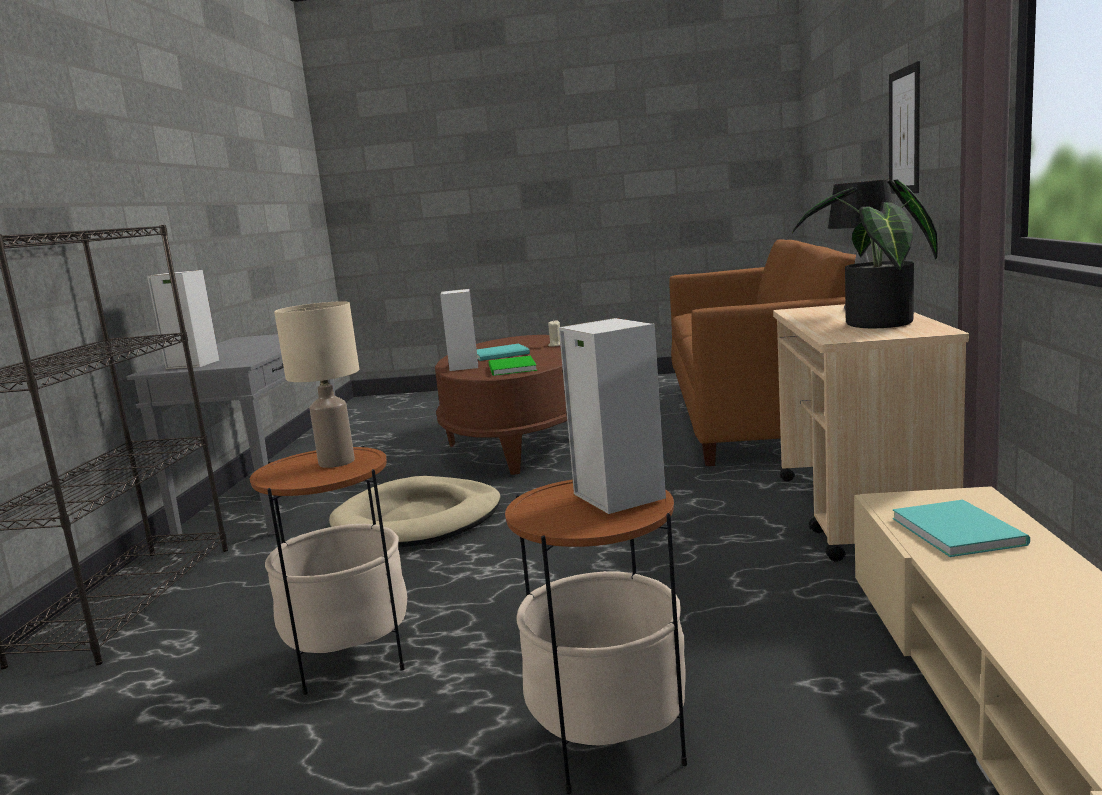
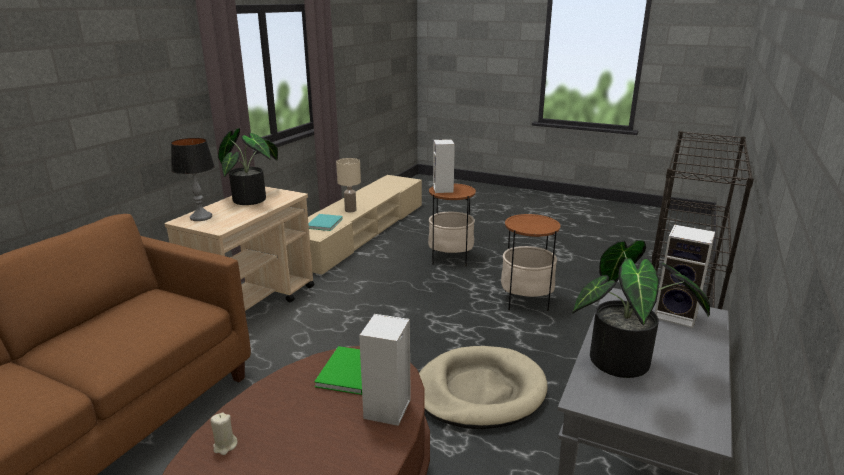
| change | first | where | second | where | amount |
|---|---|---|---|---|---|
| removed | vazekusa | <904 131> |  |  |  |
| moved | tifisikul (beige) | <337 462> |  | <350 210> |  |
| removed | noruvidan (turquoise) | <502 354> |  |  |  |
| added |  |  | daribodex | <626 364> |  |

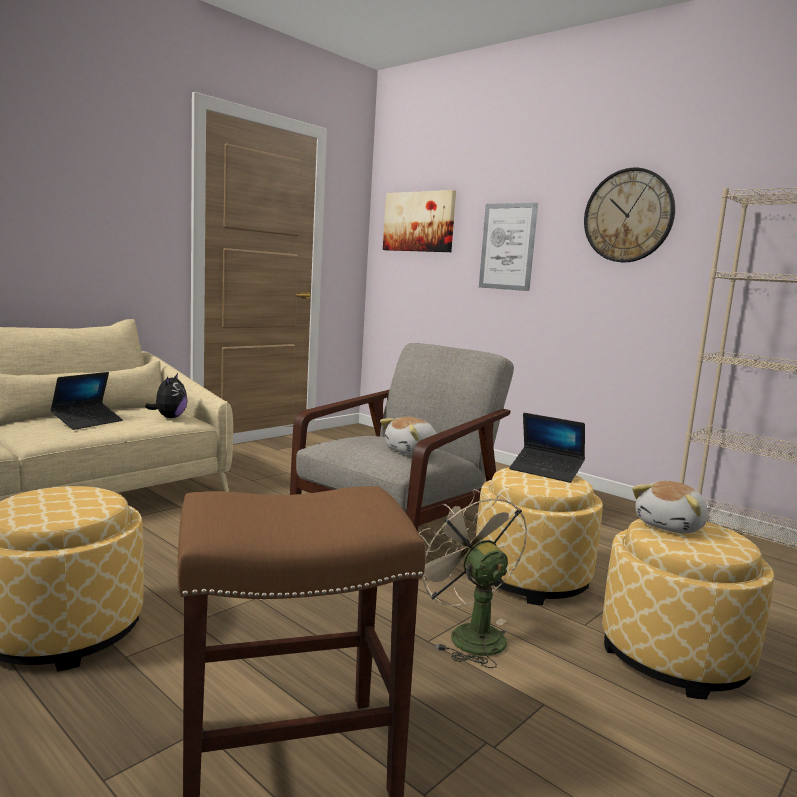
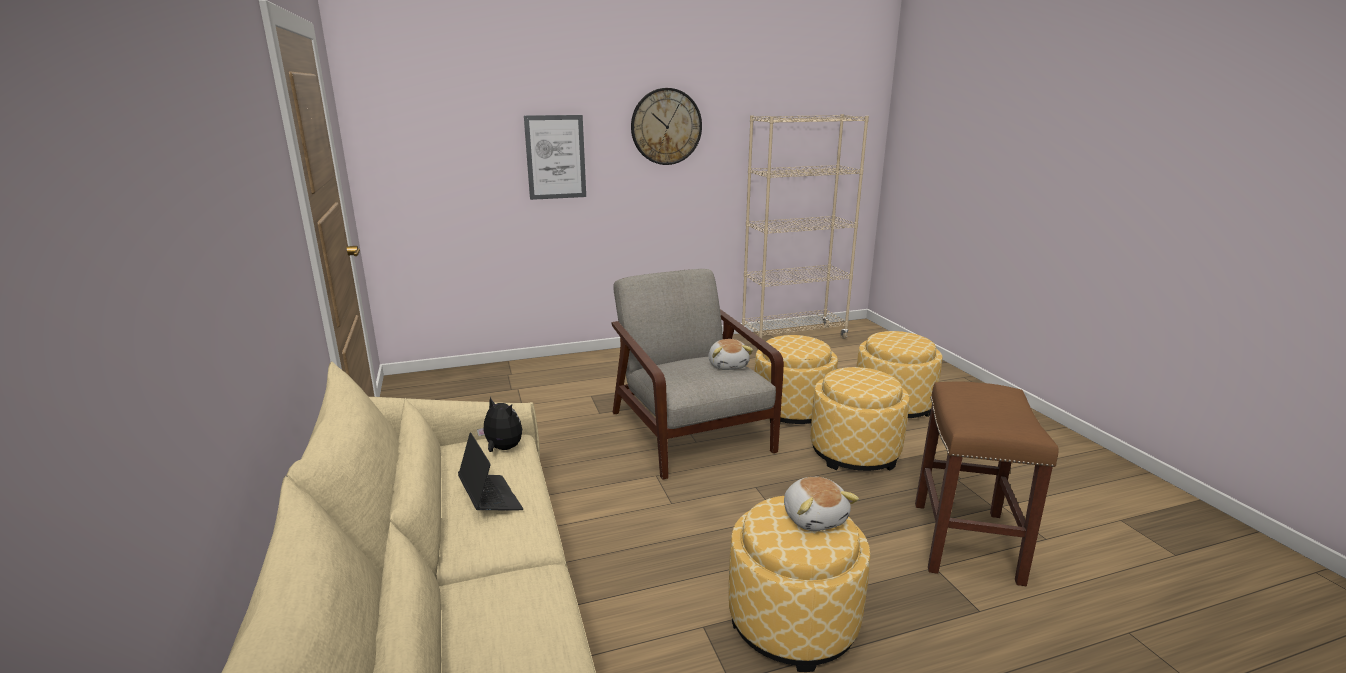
| change | first | where | second | where | amount |
|---|---|---|---|---|---|
| removed | vazekusa | <419 222> |  |  |  |
| removed | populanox | <546 471> |  |  |  |
| moved | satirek | <671 526> |  | <815 517> |  |
| replaced | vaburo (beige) | <468 634> | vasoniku | <854 452> |  |

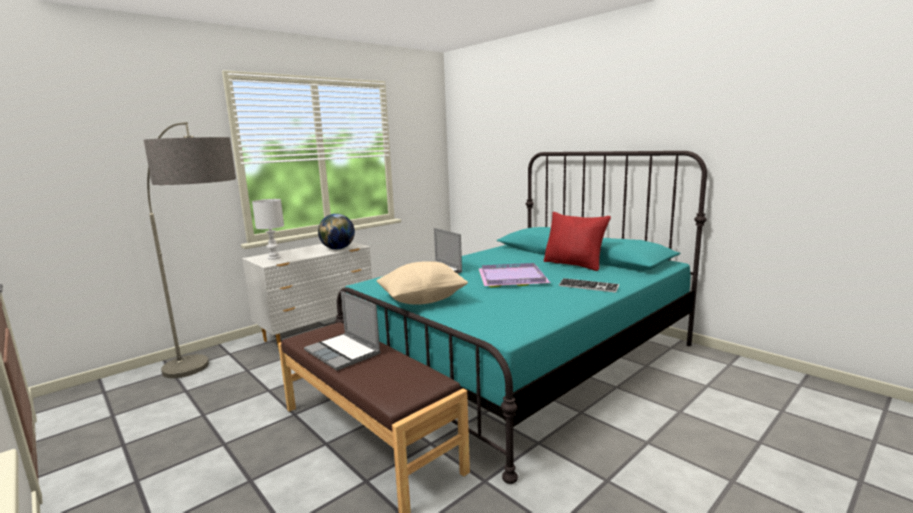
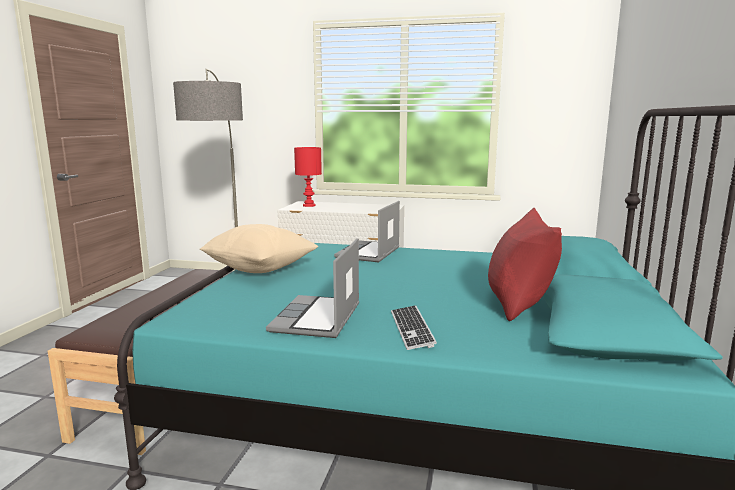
| change | first | where | second | where | amount |
|---|---|---|---|---|---|
| recoloured | tifisikul (white) | <274 257> | tifisikul (red) | <309 205> |  |
| removed | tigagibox | <338 249> |  |  |  |
| removed | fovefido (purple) | <513 277> |  |  |  |
| moved | populanox | <344 352> |  | <317 319> |  |

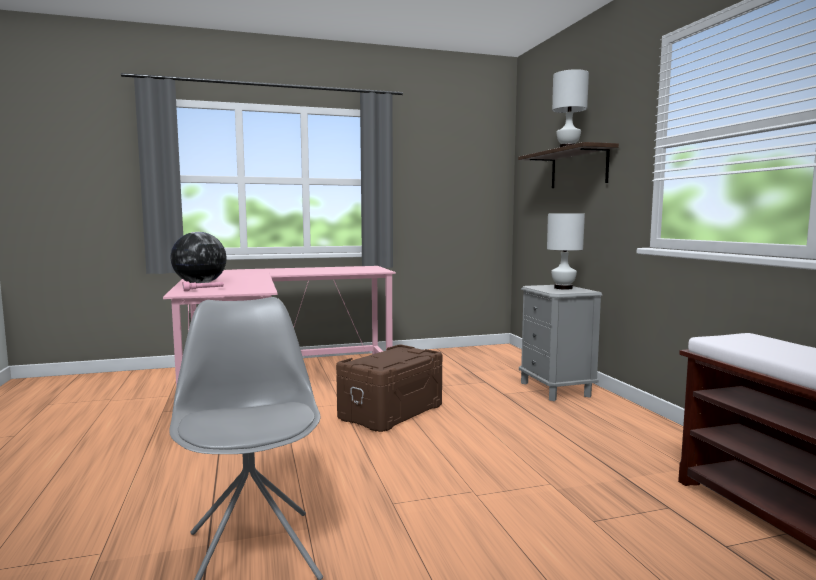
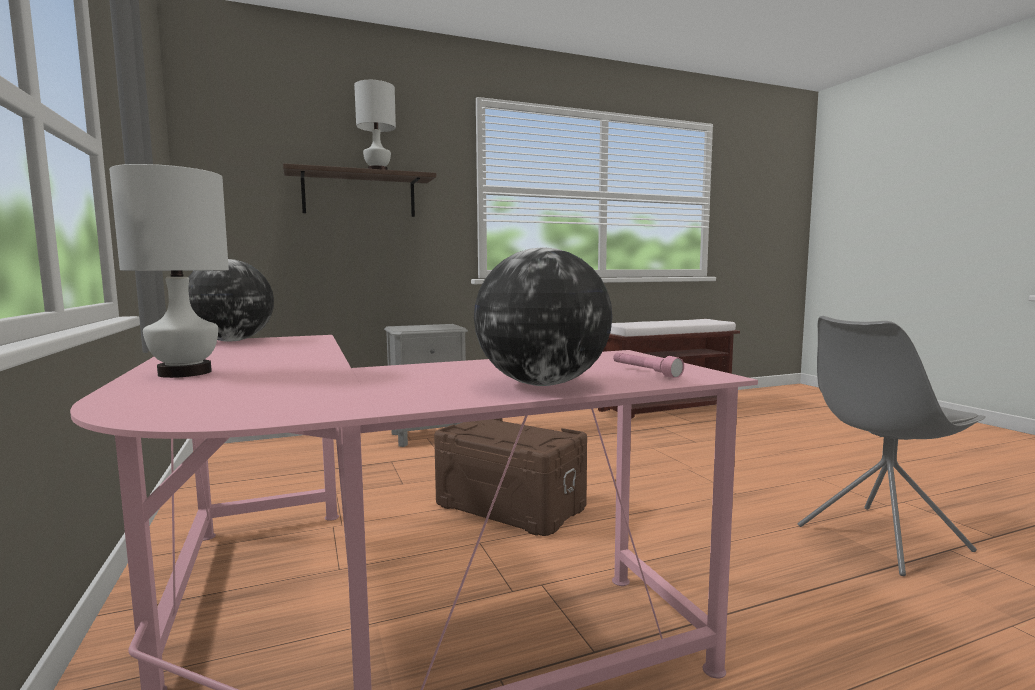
| change | first | where | second | where | amount |
|---|---|---|---|---|---|
| moved | tifisikul (white) | <563 288> |  | <186 373> |  |
| added |  |  | tigagibox | <232 341> |  |

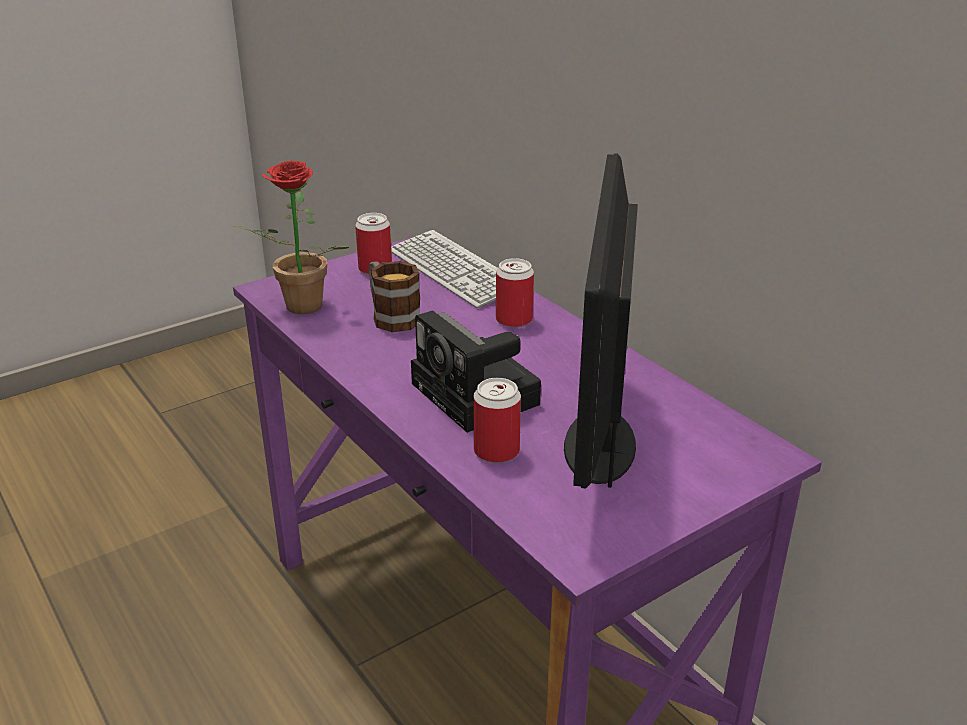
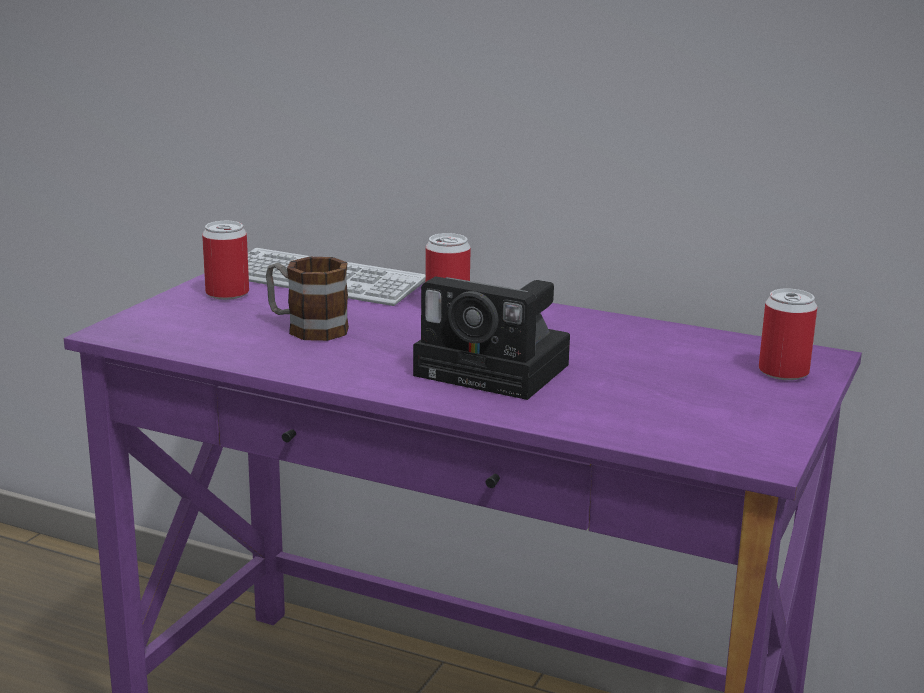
| change | first | where | second | where | amount |
|---|---|---|---|---|---|
| removed | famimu | <598 444> |  |  |  |
| removed | daribodex | <298 309> |  |  |  |
| moved | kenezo | <496 451> |  | <783 372> |  |

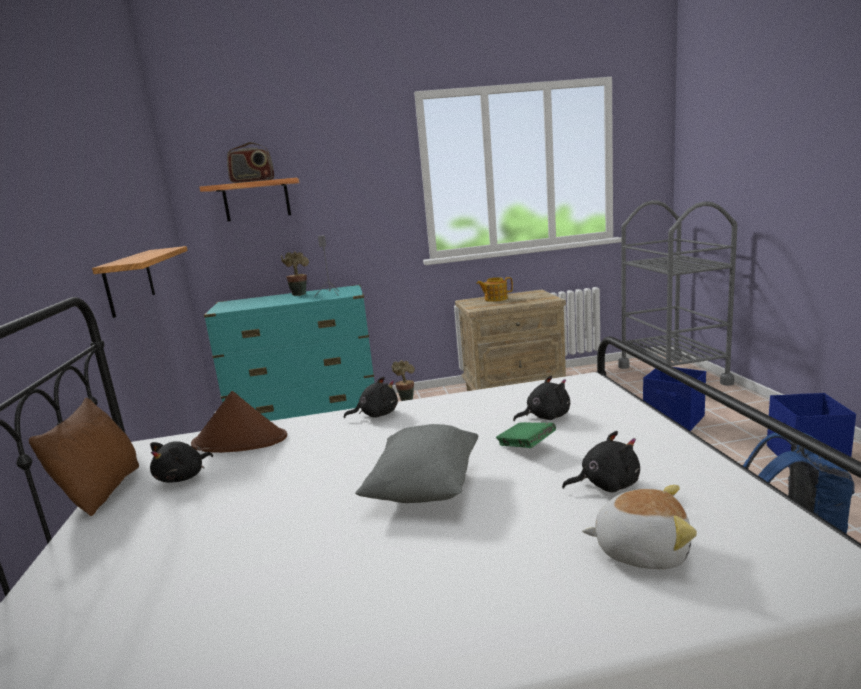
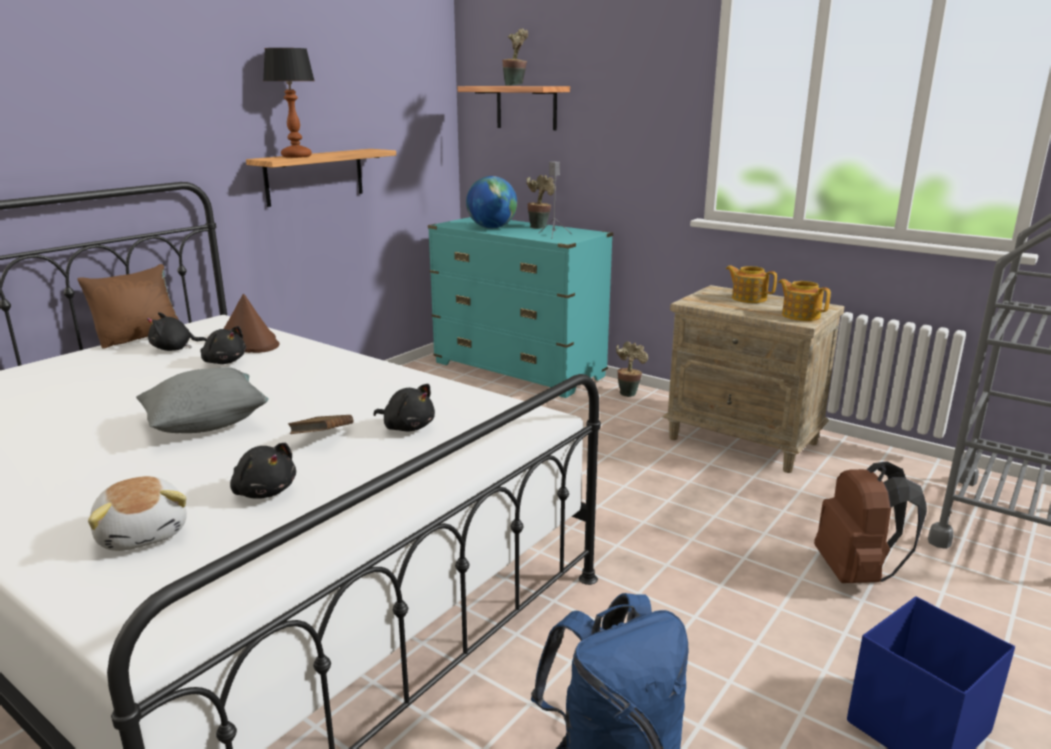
| change | first | where | second | where | amount |
|---|---|---|---|---|---|
| replaced | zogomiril | <252 181> | daribodex | <515 85> |  |
| replaced | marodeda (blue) | <674 420> | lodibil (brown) | <856 573> |  |
| moved | satirek (black) | <376 415> |  | <224 362> |  |
| recoloured | noruvidan (green) | <526 447> | noruvidan (brown) | <322 438> |  |
| added |  |  | tifisikul | <297 156> |  |
| added |  |  | tigagibox | <491 228> |  |
| added |  |  | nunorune | <800 315> |  |

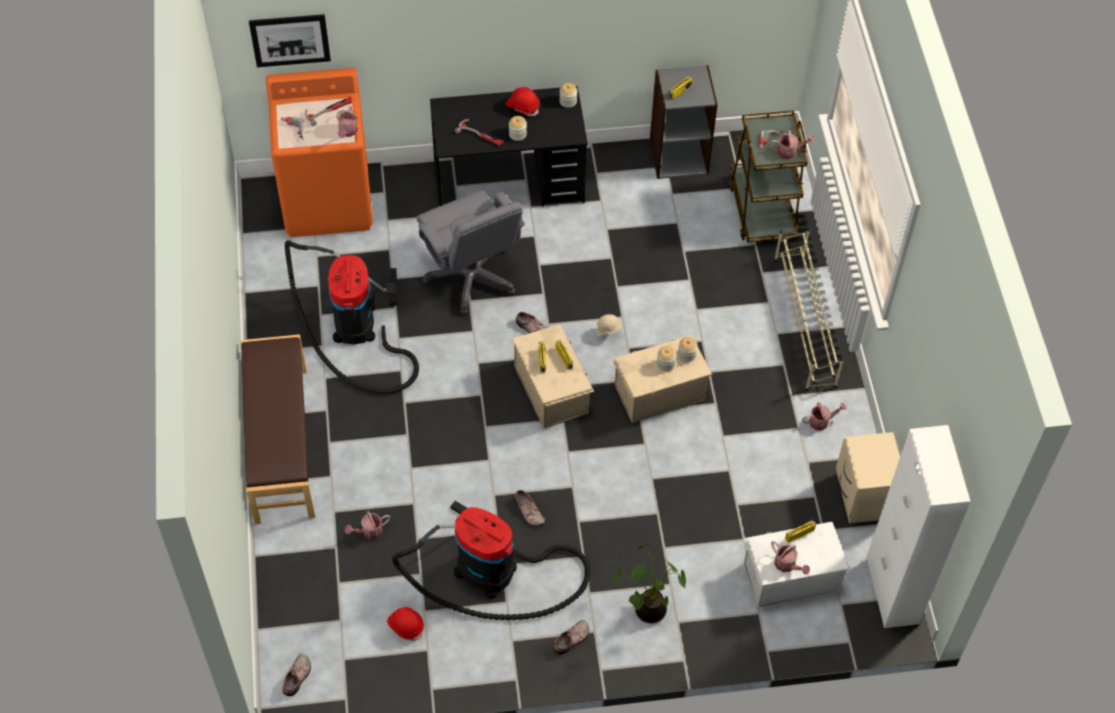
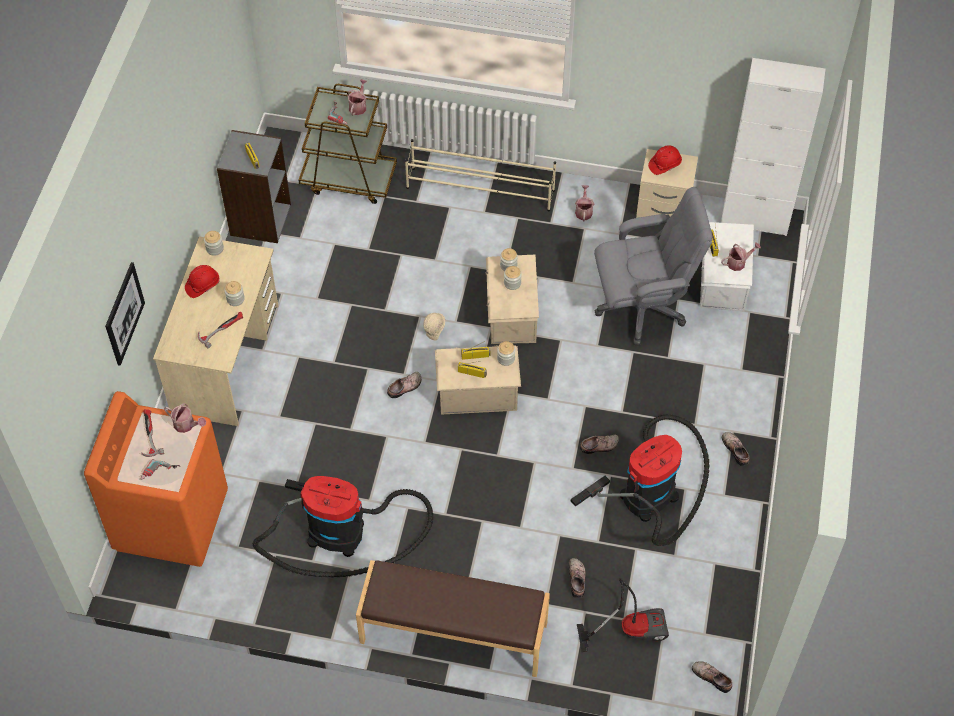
| change | first | where | second | where | amount |
|---|---|---|---|---|---|
| moved | vazekusa | <290 40> |  | <124 313> |  |
| recoloured | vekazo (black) | <509 183> | vekazo (beige) | <226 359> |  |
| moved | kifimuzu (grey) | <472 277> |  | <642 307> |  |
| replaced | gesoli | <369 532> | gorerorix | <578 579> |  |
| removed | daribodex | <648 608> |  |  |  |
| moved | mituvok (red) | <406 626> |  | <664 165> |  |
| added |  |  | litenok | <506 358> |  |
| added |  |  | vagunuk | <630 628> |  |

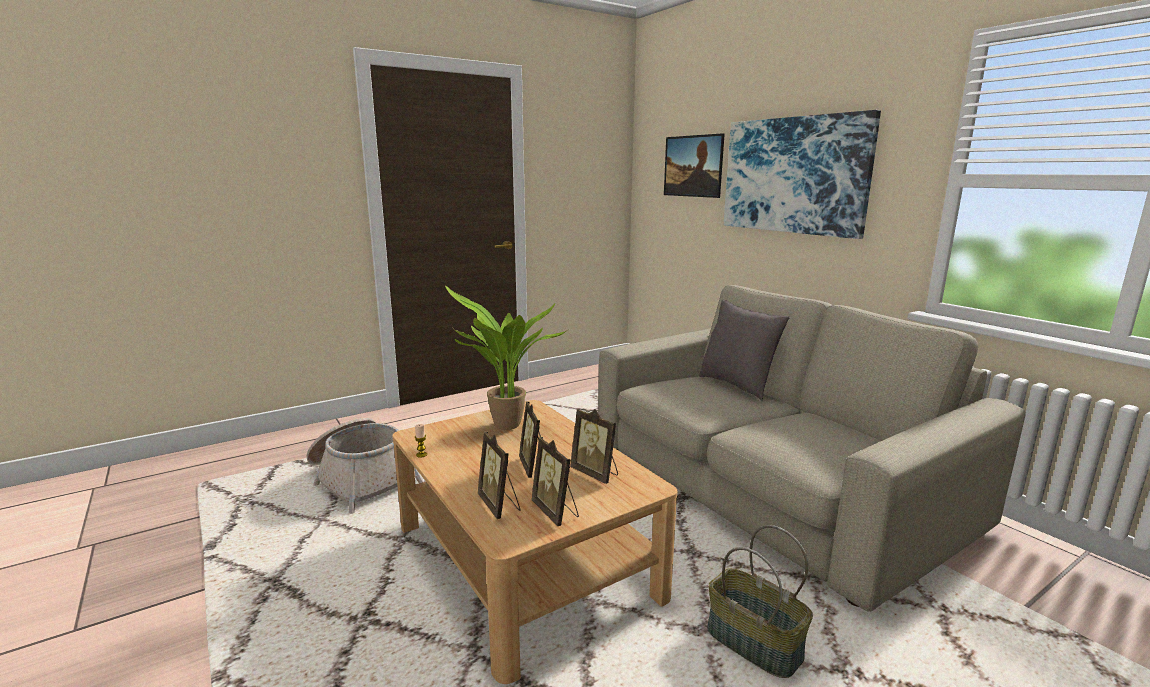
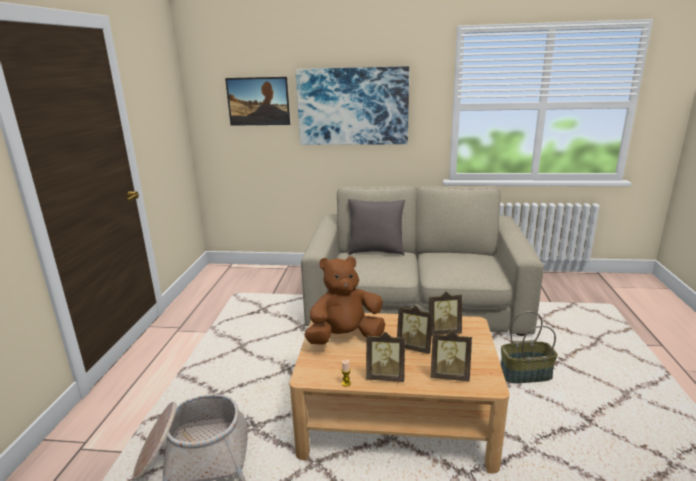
| change | first | where | second | where | amount |
|---|---|---|---|---|---|
| replaced | daribodex | <505 427> | satirek (brown) | <345 337> |  |
| moved | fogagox | <556 512> |  | <385 376> |  |

